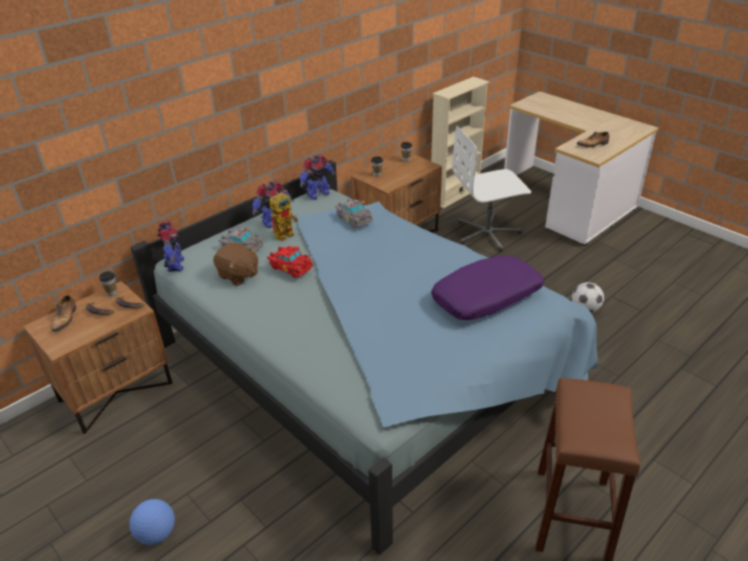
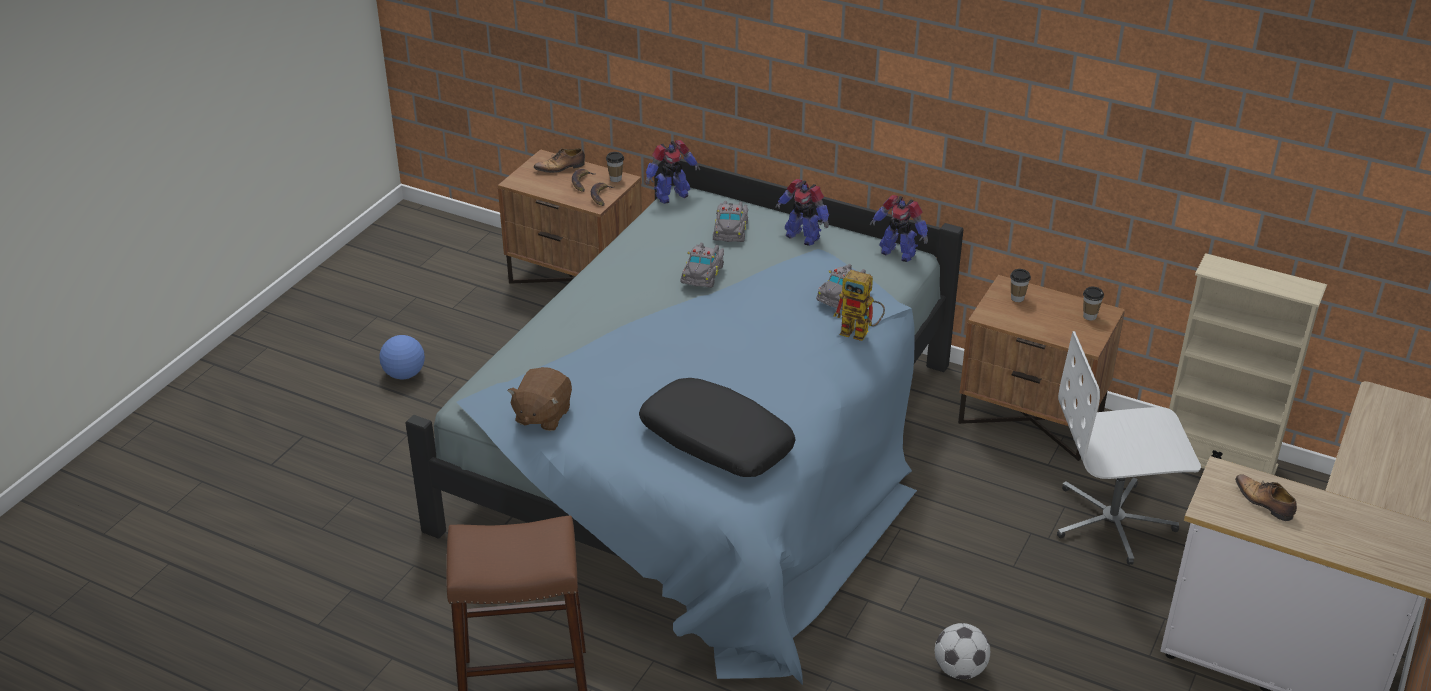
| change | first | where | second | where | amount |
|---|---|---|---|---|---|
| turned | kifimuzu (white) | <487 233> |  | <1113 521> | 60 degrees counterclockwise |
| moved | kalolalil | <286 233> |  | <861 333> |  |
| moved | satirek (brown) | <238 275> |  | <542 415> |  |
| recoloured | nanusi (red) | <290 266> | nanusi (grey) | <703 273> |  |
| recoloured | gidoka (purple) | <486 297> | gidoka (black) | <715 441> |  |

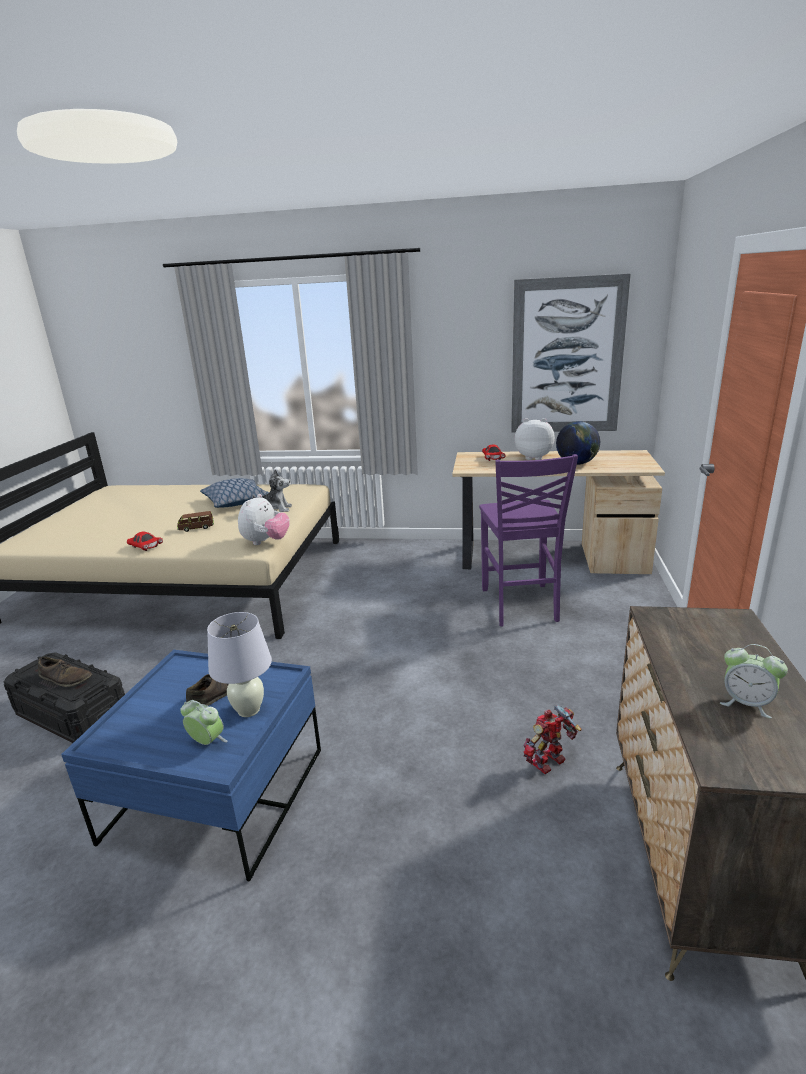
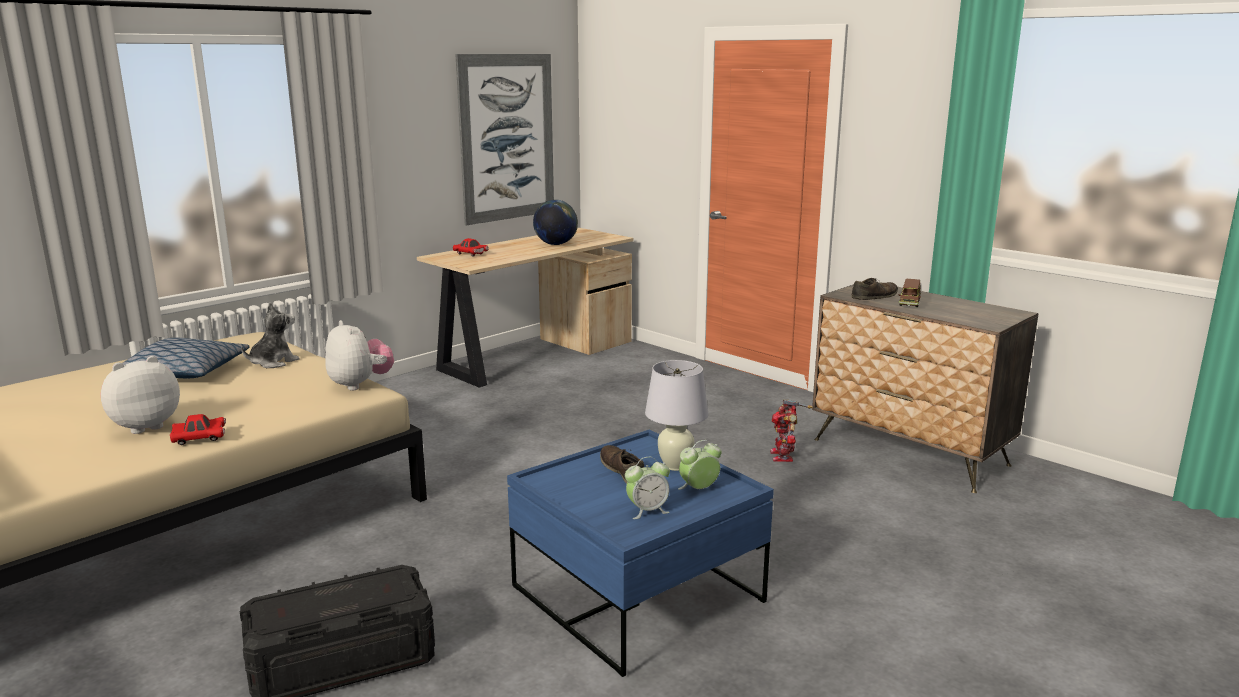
| change | first | where | second | where | amount |
|---|---|---|---|---|---|
| moved | satirek | <533 457> |  | <144 426> |  |
| removed | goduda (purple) | <520 605> |  |  |  |
| moved | nanusi (brown) | <196 528> |  | <909 303> |  |
| moved | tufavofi | <746 703> |  | <647 511> |  |
| moved | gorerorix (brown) | <66 678> |  | <874 296> |  |

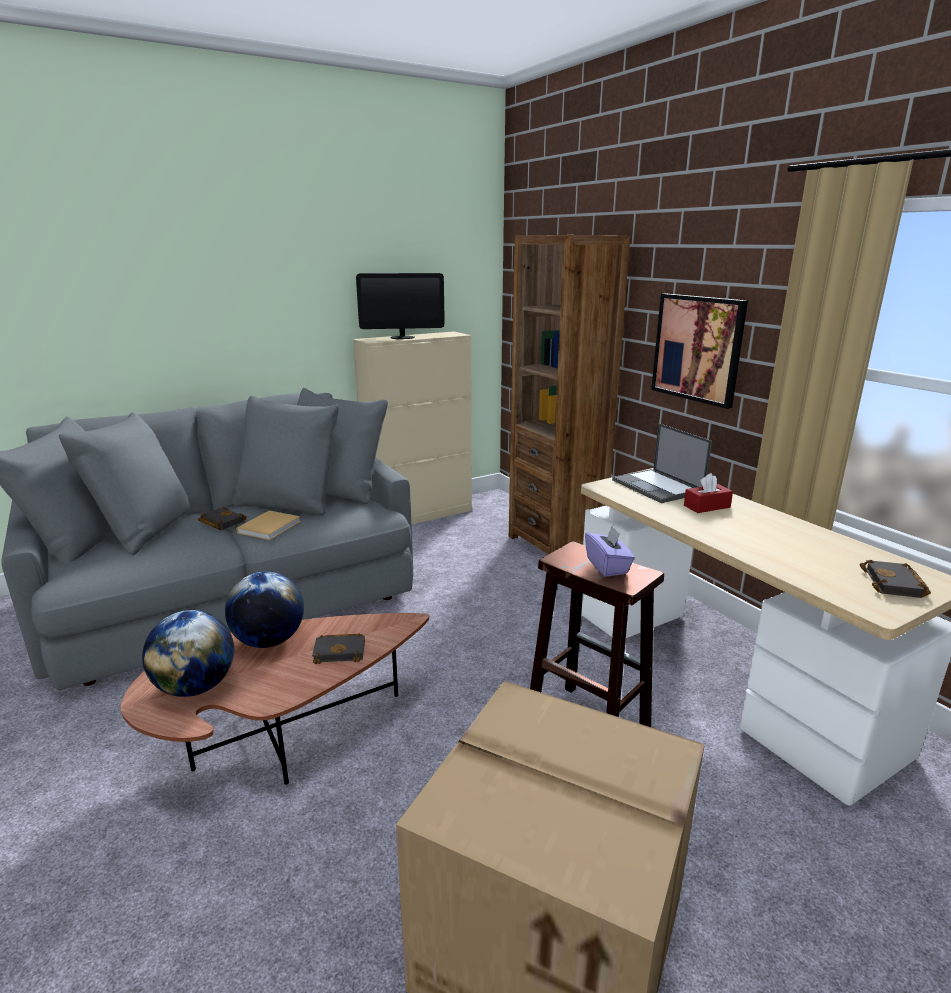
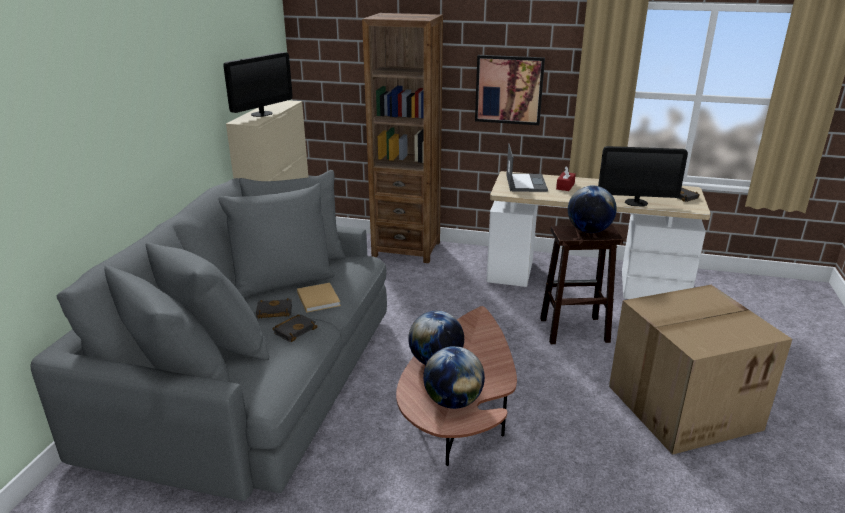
| change | first | where | second | where | amount |
|---|---|---|---|---|---|
| turned | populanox | <658 487> |  | <525 183> | 105 degrees counterclockwise |
| replaced | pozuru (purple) | <607 566> | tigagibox | <589 231> |  |
| moved | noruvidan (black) | <341 651> |  | <295 330> |  |
| added |  |  | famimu | <636 202> |  |

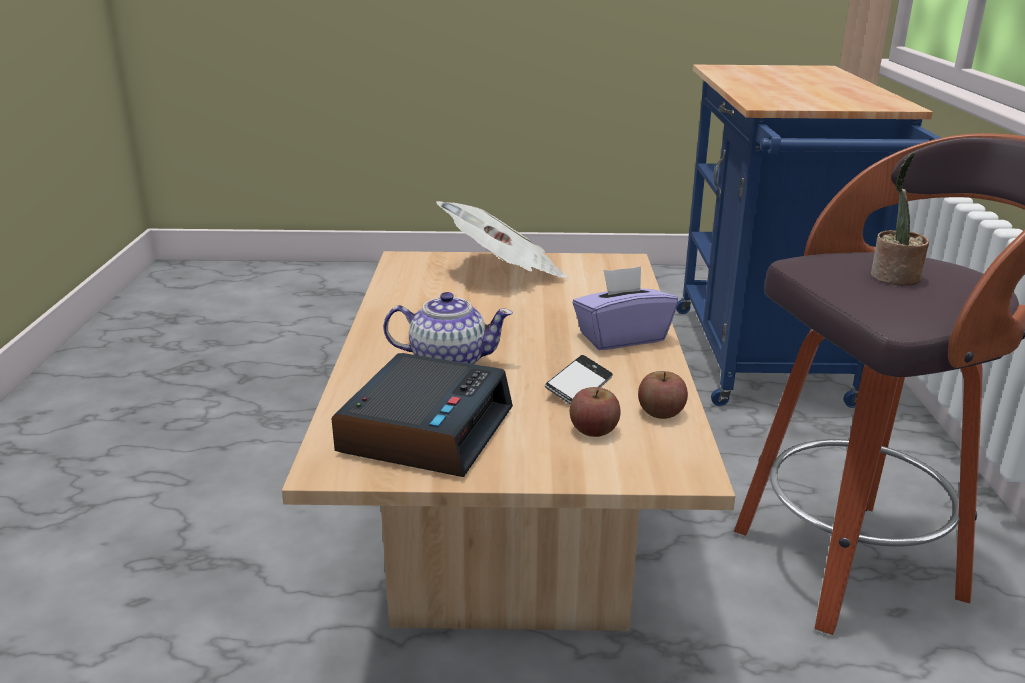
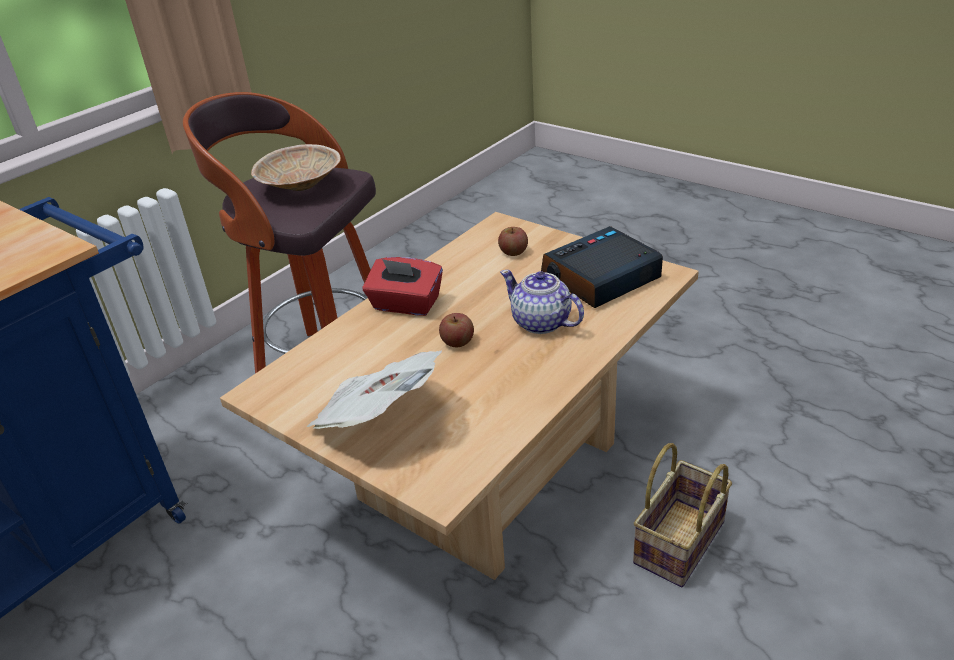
| change | first | where | second | where | amount |
|---|---|---|---|---|---|
| replaced | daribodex | <893 278> | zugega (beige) | <300 187> |  |
| recoloured | pozuru (purple) | <621 337> | pozuru (red) | <405 305> |  |
| removed | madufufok | <579 387> |  |  |  |
| moved | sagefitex | <661 412> |  | <457 342> |  |
| added |  |  | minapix | <680 545> |  |

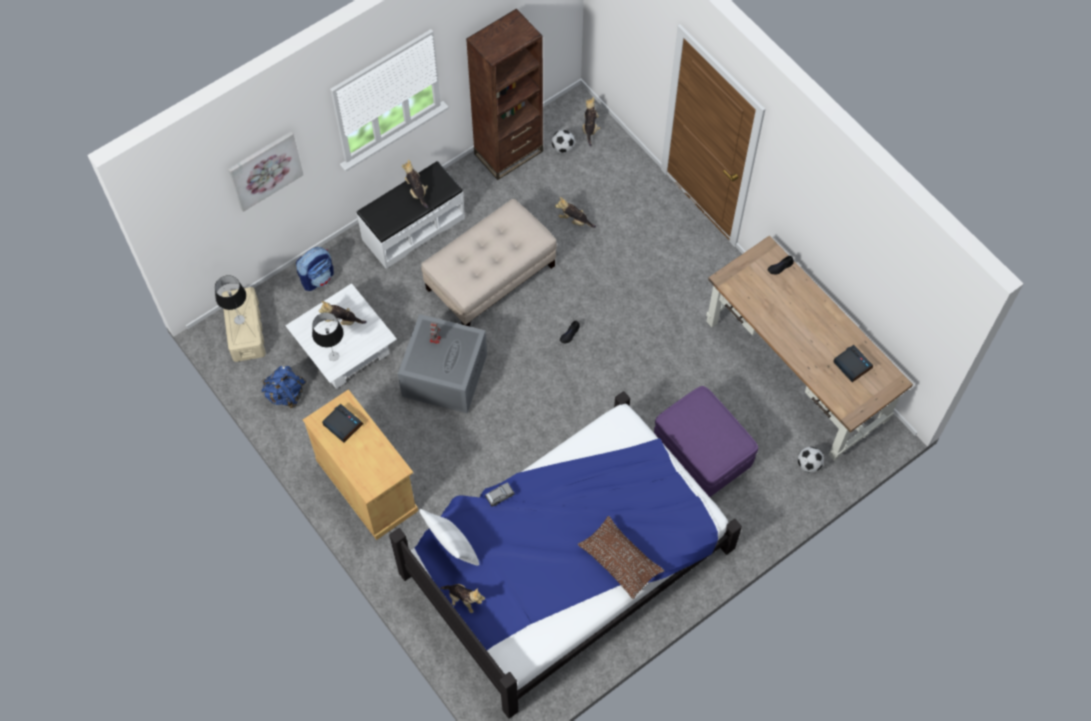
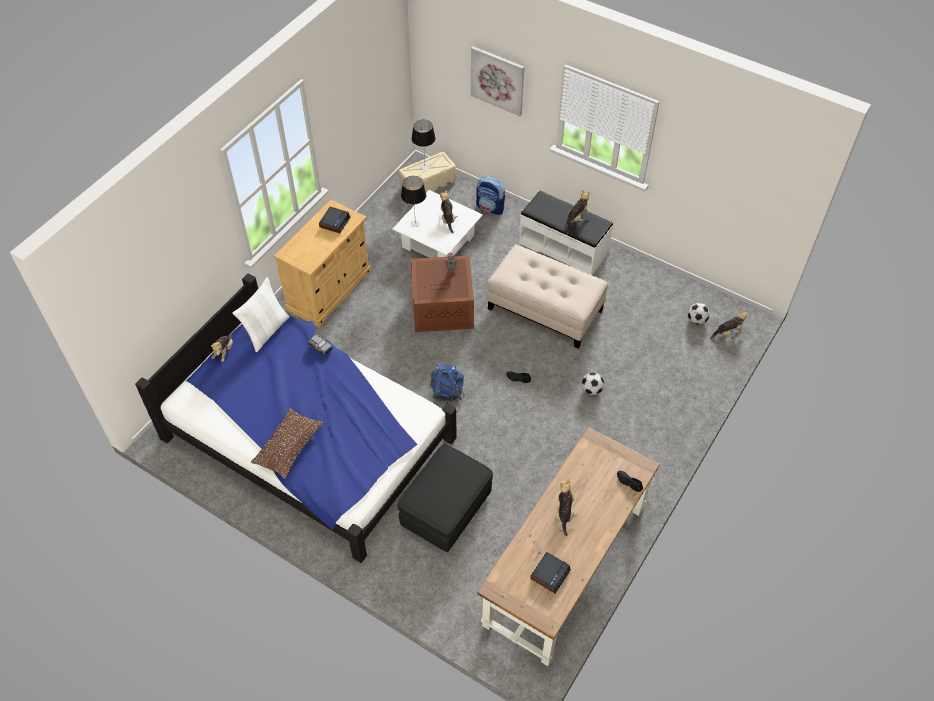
| change | first | where | second | where | amount |
|---|---|---|---|---|---|
| removed | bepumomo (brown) | <508 152> |  |  |  |
| moved | satirek | <574 220> |  | <564 513> |  |
| recoloured | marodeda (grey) | <444 374> | marodeda (brown) | <443 307> |  |
| moved | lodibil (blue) | <286 394> |  | <447 391> |  |
| recoloured | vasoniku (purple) | <702 452> | vasoniku (black) | <446 509> |  |
| moved | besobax | <808 464> |  | <591 390> |  |

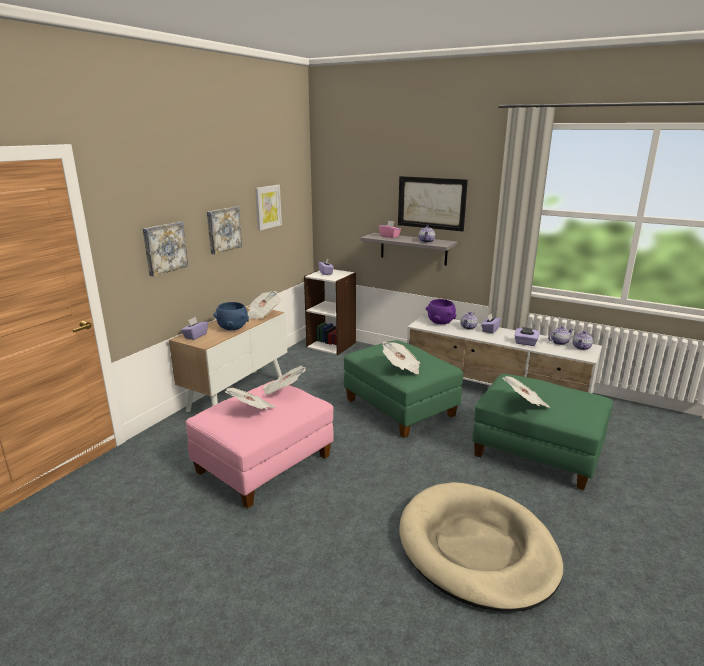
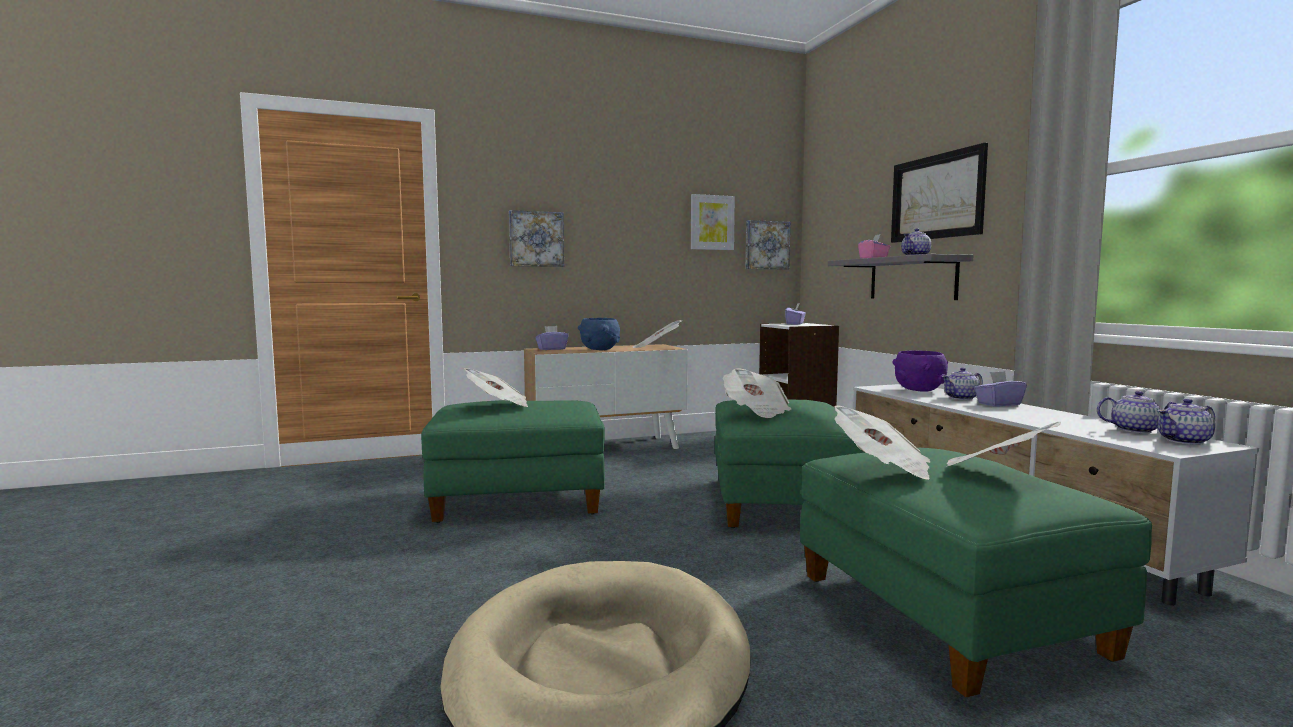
| change | first | where | second | where | amount |
|---|---|---|---|---|---|
| moved | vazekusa | <223 229> |  | <766 245> |  |
| removed | pozuru (purple) | <525 343> |  |  |  |
| moved | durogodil | <283 391> |  | <994 473> |  |
| recoloured | vasoniku (pink) | <264 465> | vasoniku (green) | <519 499> |  |

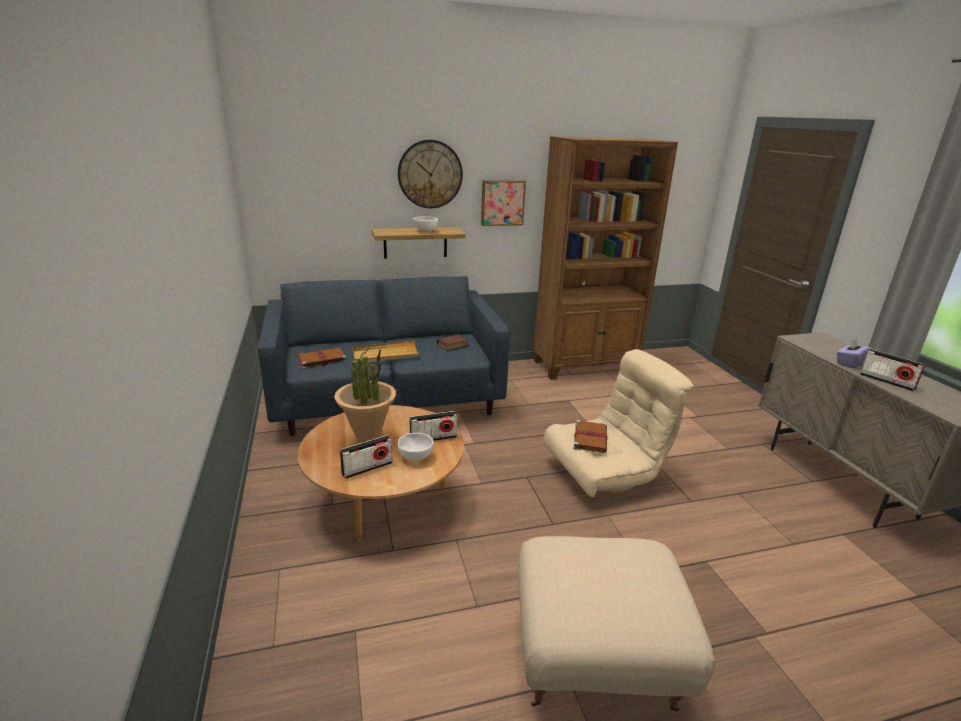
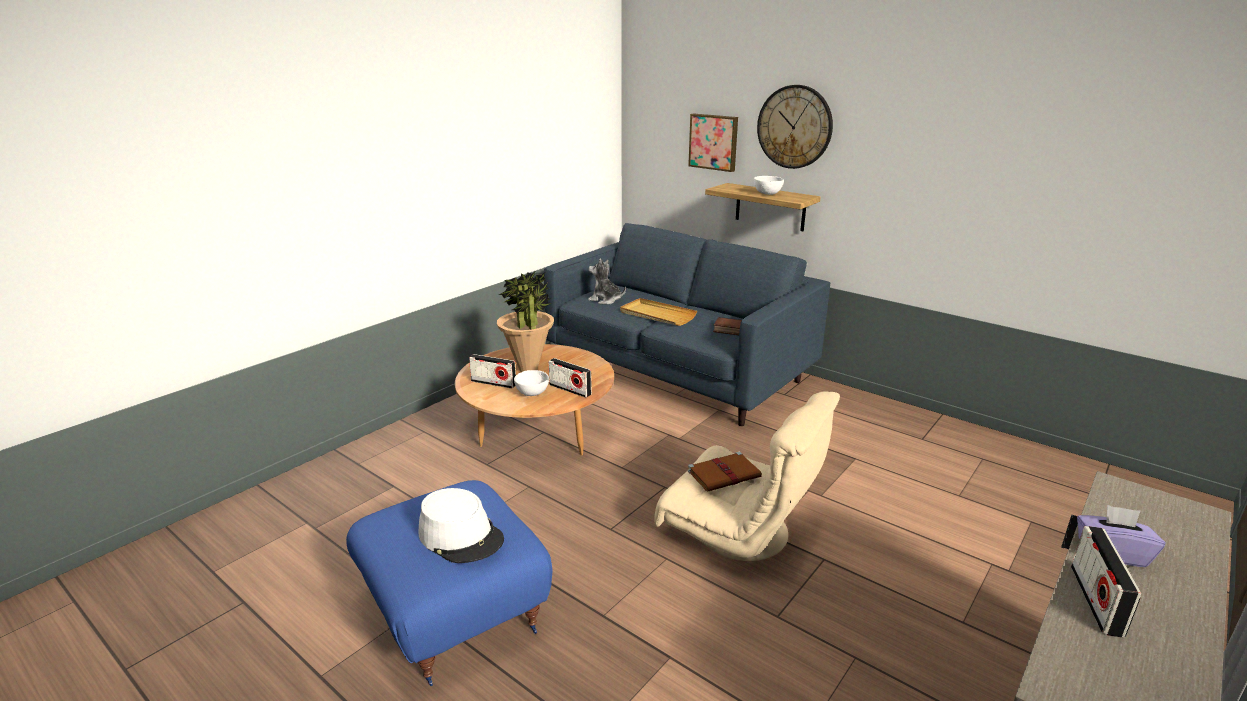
| change | first | where | second | where | amount |
|---|---|---|---|---|---|
| removed | bepumomo (brown) | <585 366> |  |  |  |
| moved | vazekusa | <502 202> |  | <714 142> |  |
| replaced | noruvidan (brown) | <321 359> | satirek | <605 300> |  |
| recoloured | vasoniku (beige) | <594 658> | vasoniku (blue) | <455 614> |  |
| added |  |  | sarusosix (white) | <461 536> |  |

